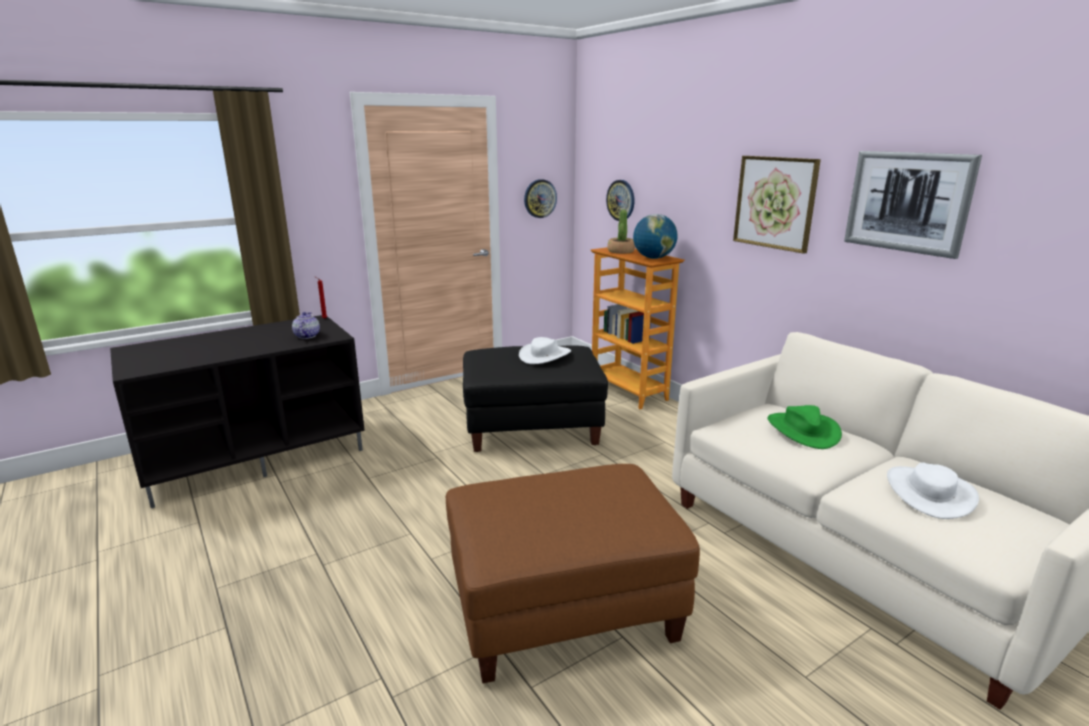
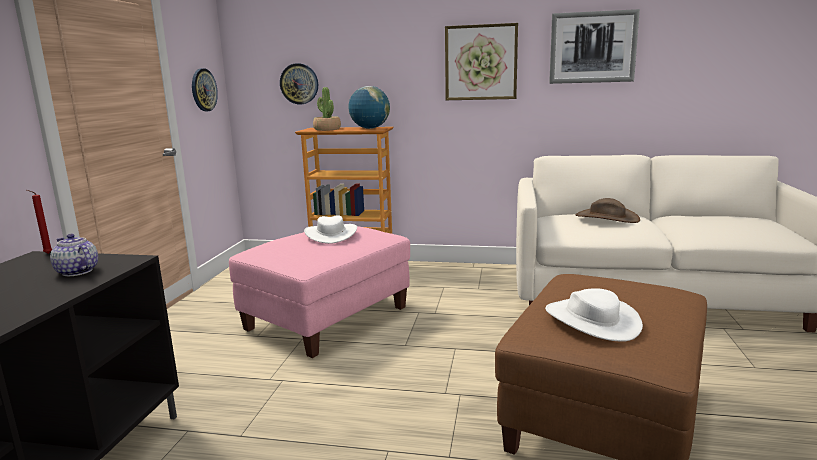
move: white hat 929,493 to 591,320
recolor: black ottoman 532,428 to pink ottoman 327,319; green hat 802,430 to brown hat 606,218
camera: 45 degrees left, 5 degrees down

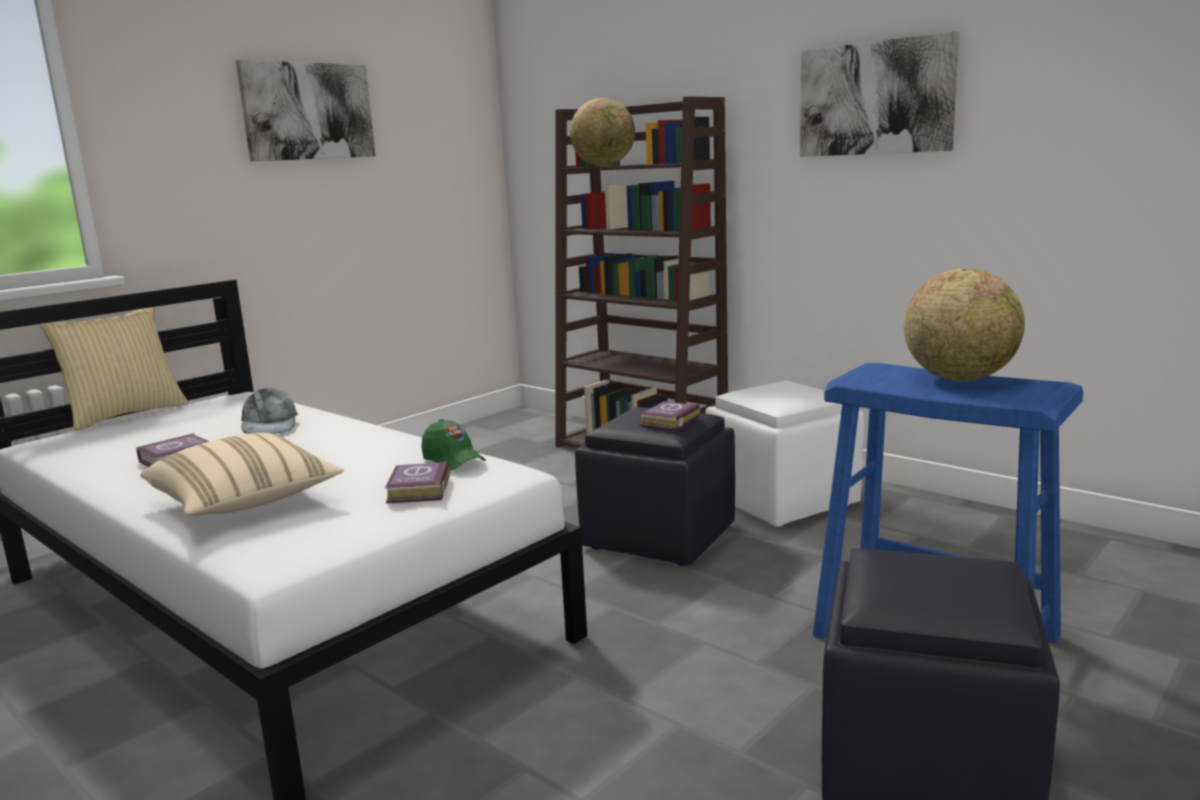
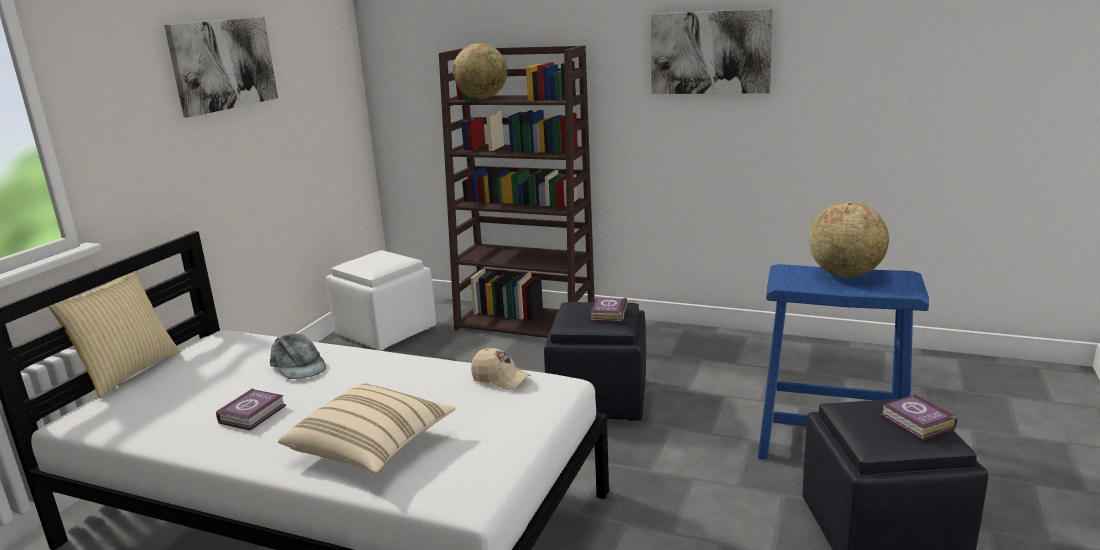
move: white ottoman 782,500 to 386,331; book 417,490 to 917,423
recolor: green cap 453,460 to beige cap 500,379
camera: 20 degrees left, 5 degrees up

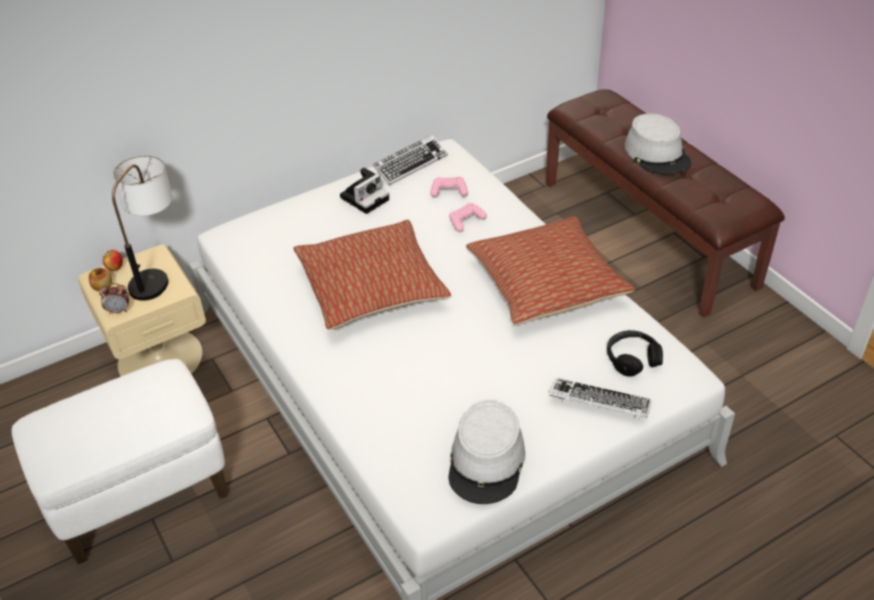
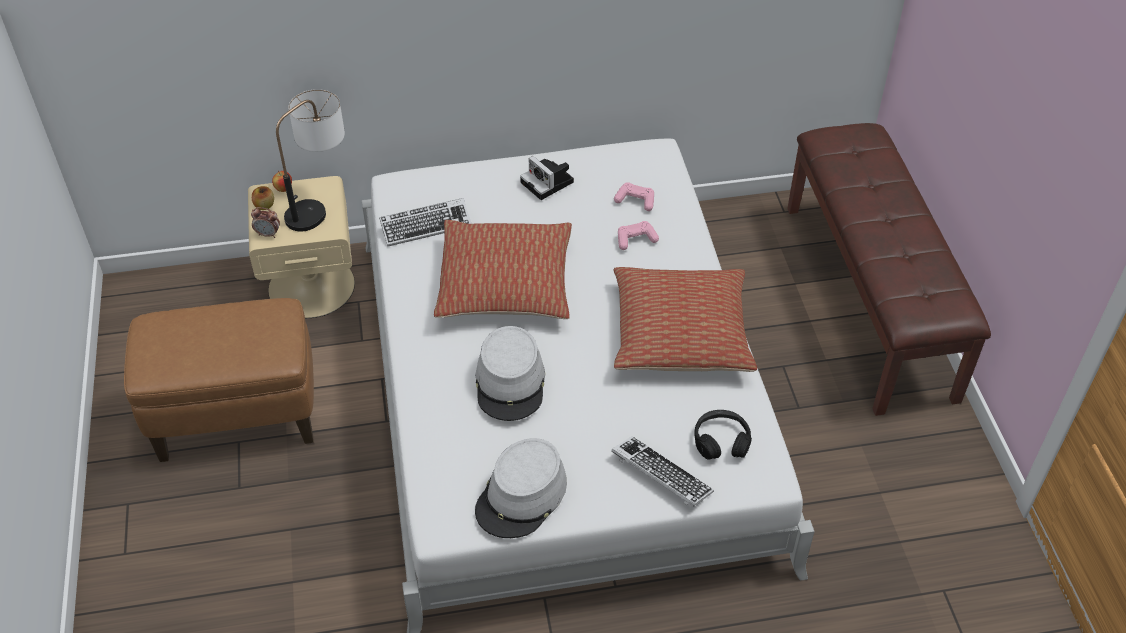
move: grey hat 657,154 to 510,382; keyboard 410,164 to 426,226
recolor: white ottoman 141,496 to brown ottoman 238,417
rotate: photo camera 365,197 = 549,183 75 degrees clockwise
camera: 20 degrees right, 5 degrees up

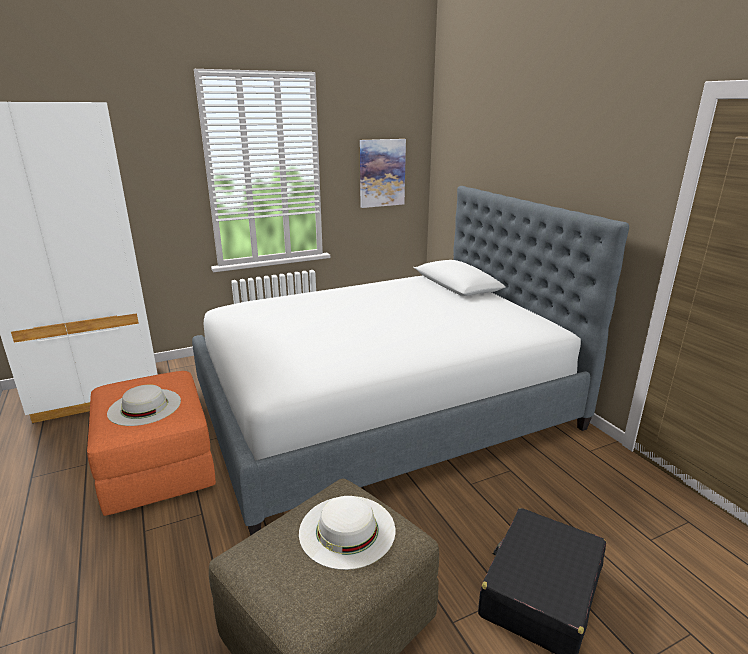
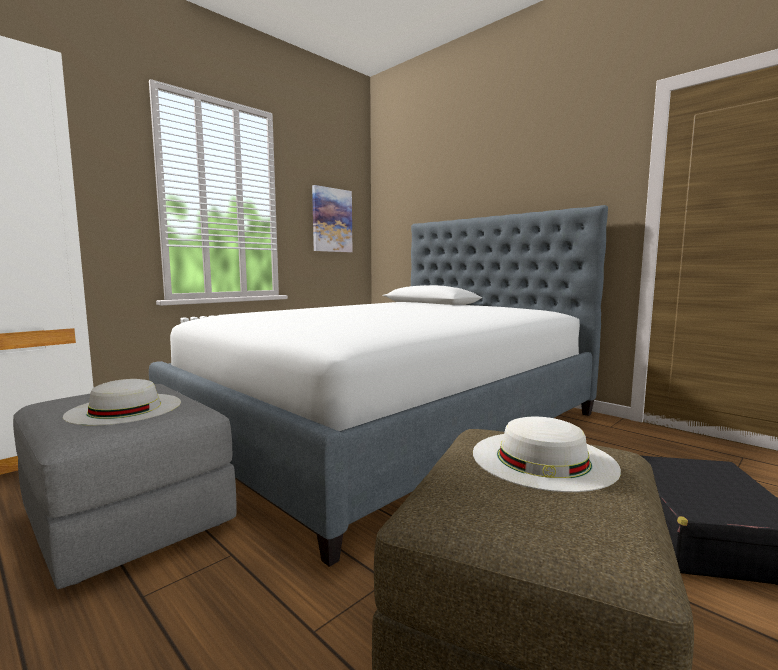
recolor: orange ottoman 158,467 to grey ottoman 129,519
camera: 20 degrees left, 15 degrees down

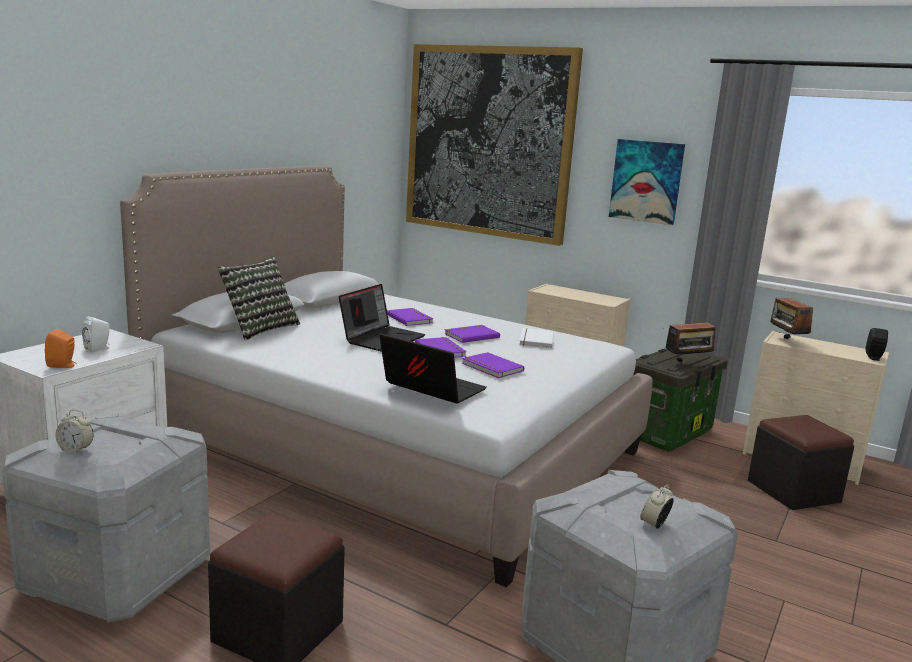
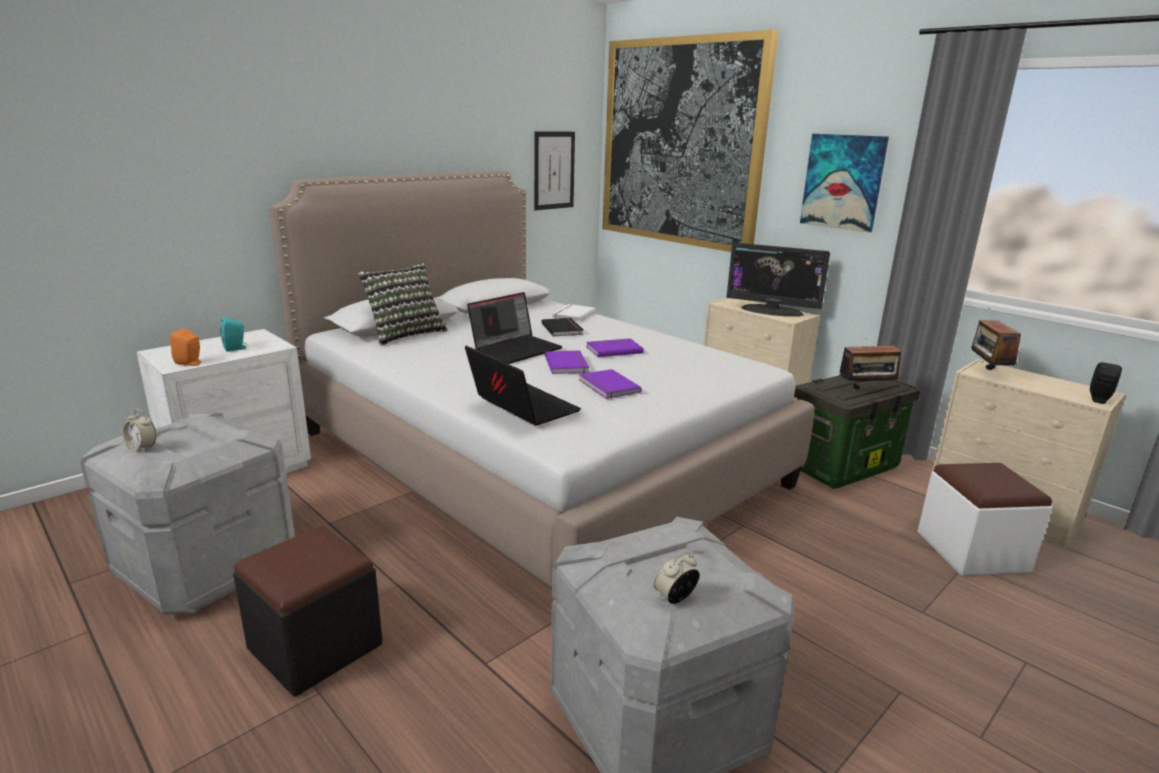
insert: picture 554,170; monitor 772,311
move: white book 534,340 to 572,314
recolor: purple book 410,318 to black book 563,329; white speaker 99,349 to turquoise speaker 236,348; black ottoman 793,491 to white ottoman 972,551
camera: 15 degrees right, 5 degrees up

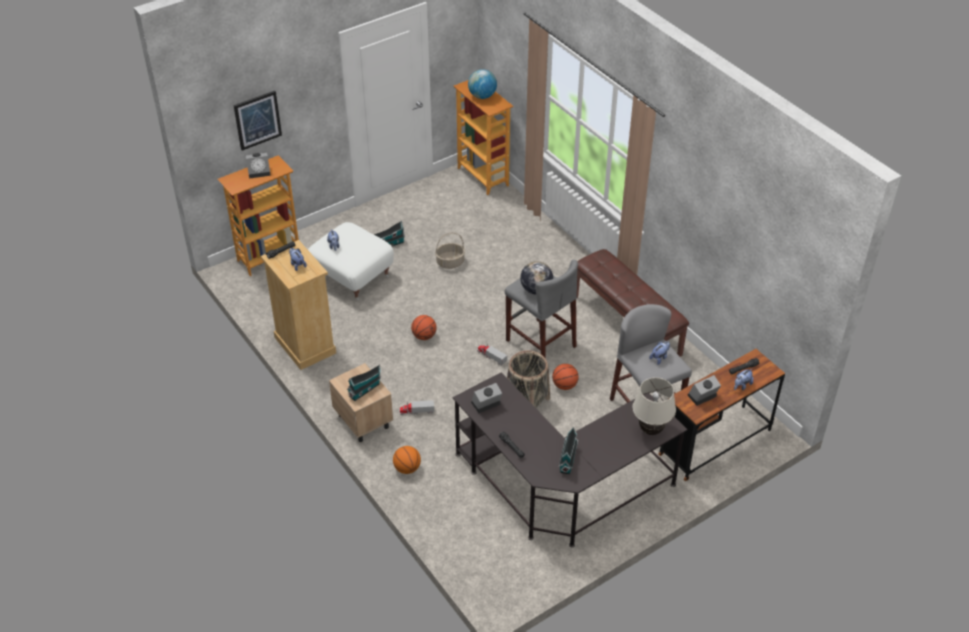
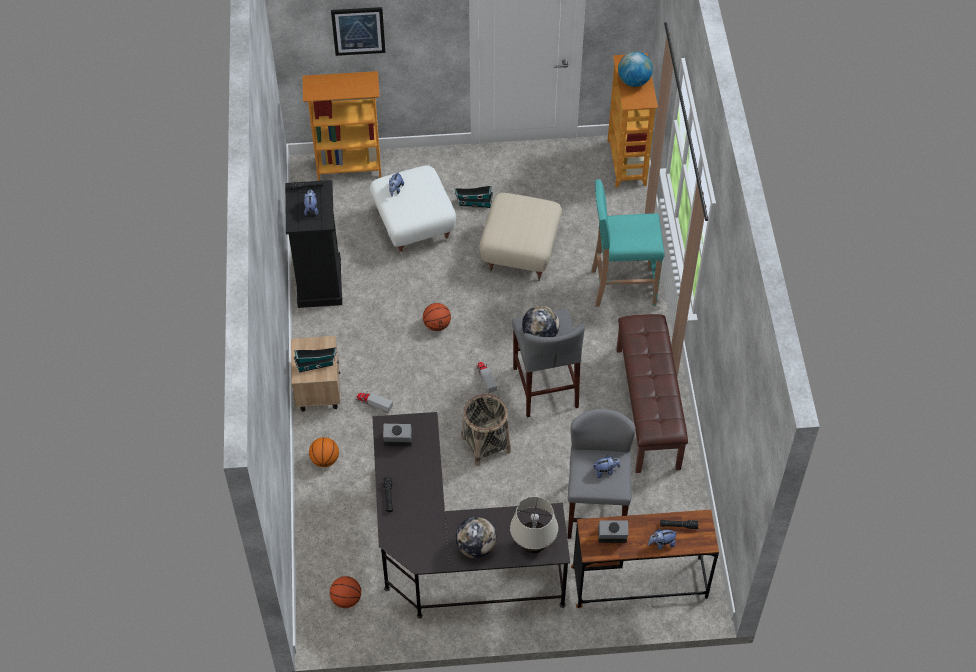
delete: alarm clock 260,171; toy house 568,458
insert: turquoise stool 621,287; globe 476,547
move: basketball 564,385 to 346,599
replace: basket 450,262 to beige ottoman 521,252
recolor: beige dresser 304,345 to black dresser 319,282
camera: 30 degrees right, 10 degrees up

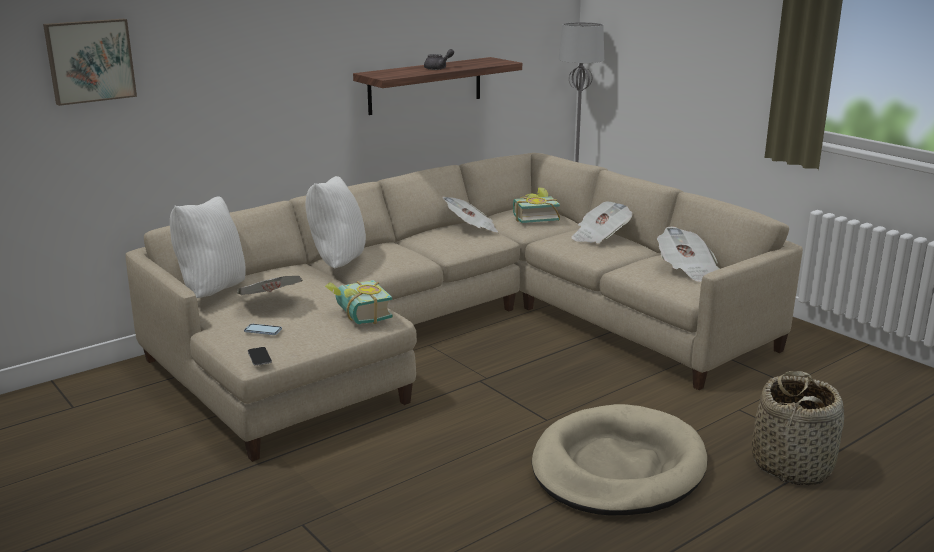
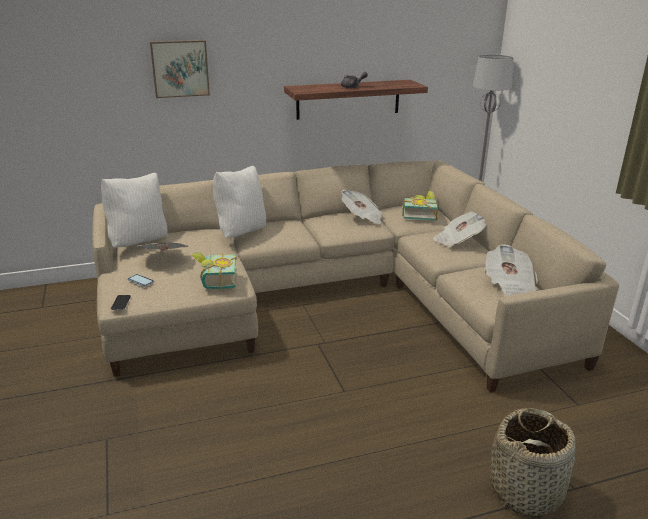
delete: beige dog bed 617,467
move: picture 90,61 to 180,68
camera: 20 degrees right, 5 degrees up

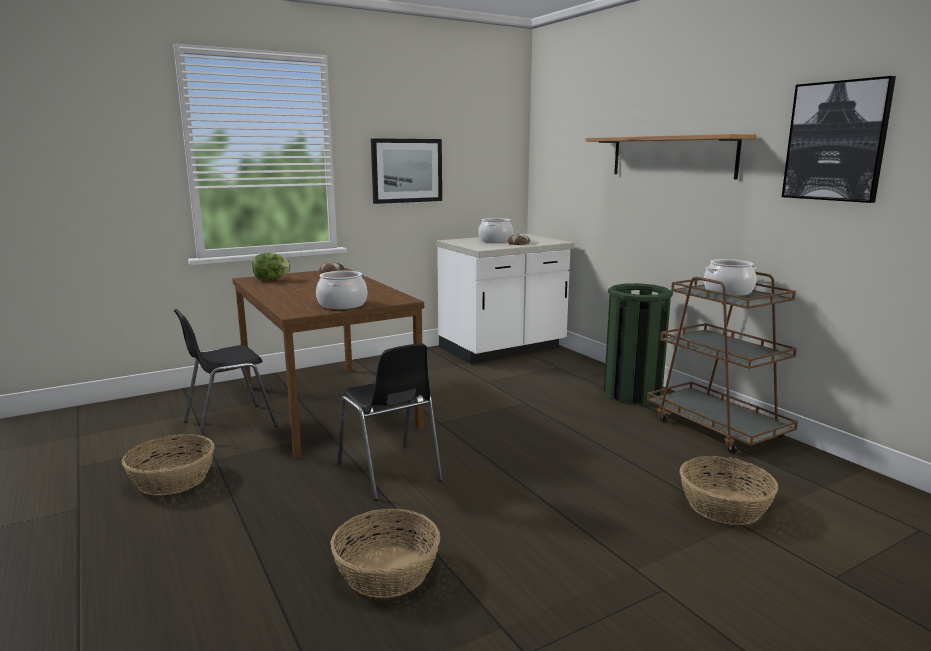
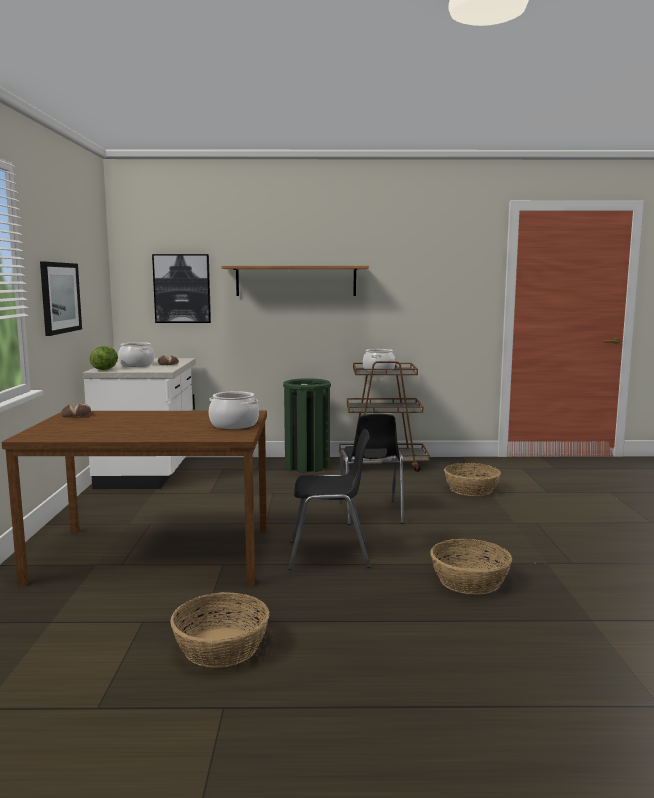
move: picture 836,141 to 182,288; lettuce 271,280 to 105,369; black chair 228,423 to 370,513
camera: 60 degrees left, 5 degrees down

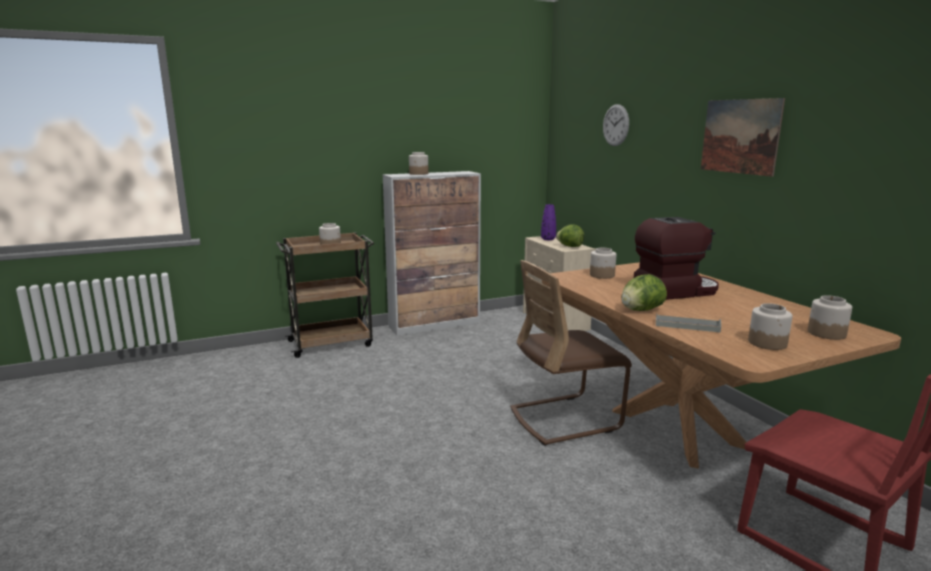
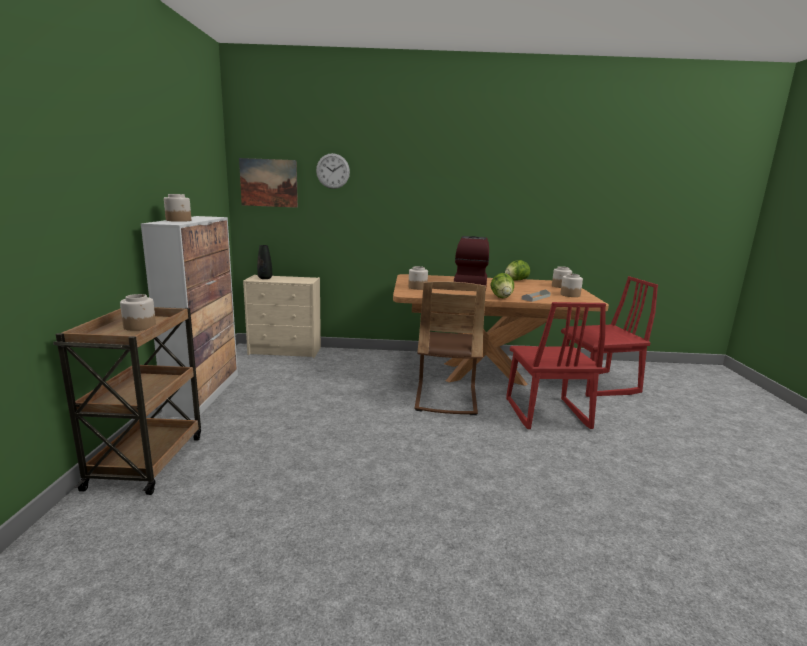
insert: red chair 545,414
move: picture 740,136 to 268,183; lettuce 570,246 to 515,280
recolor: purple vase 548,239 to black vase 265,278
camera: 65 degrees left, 0 degrees up

